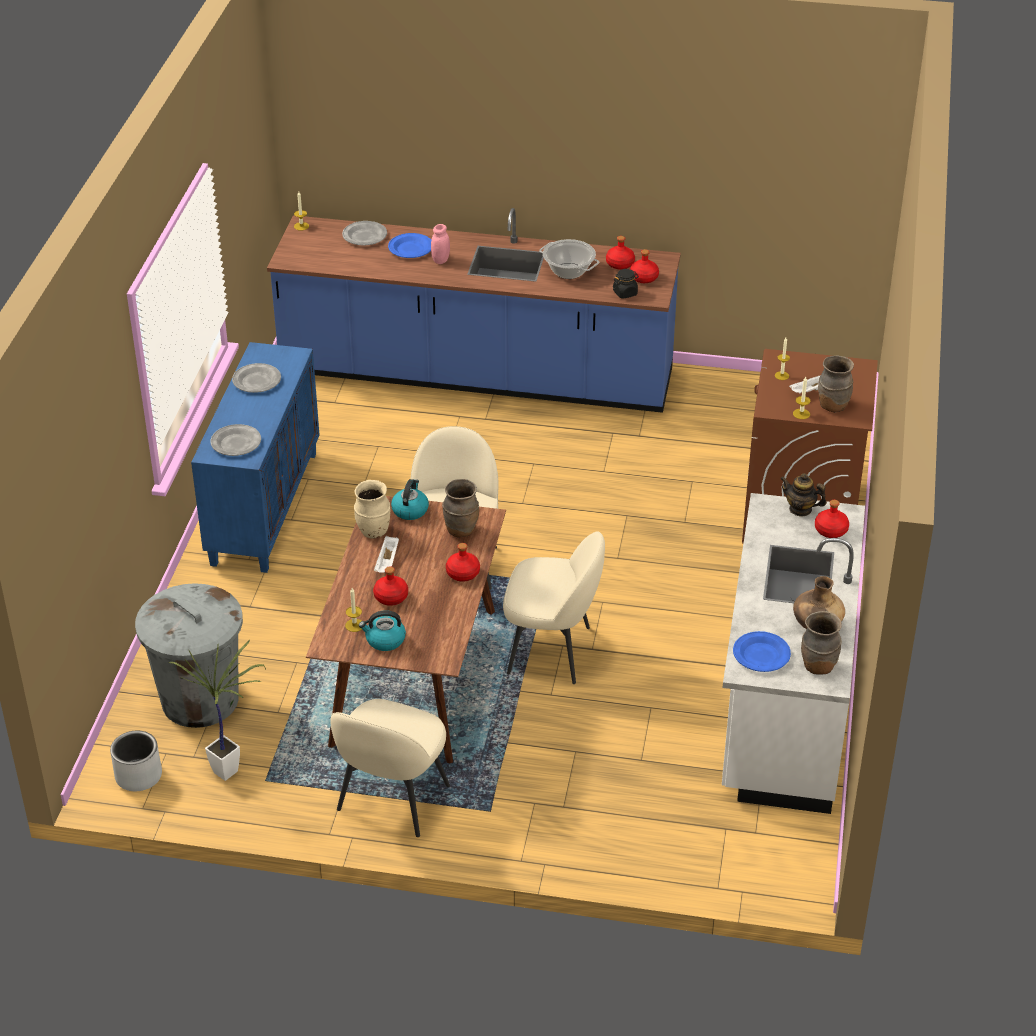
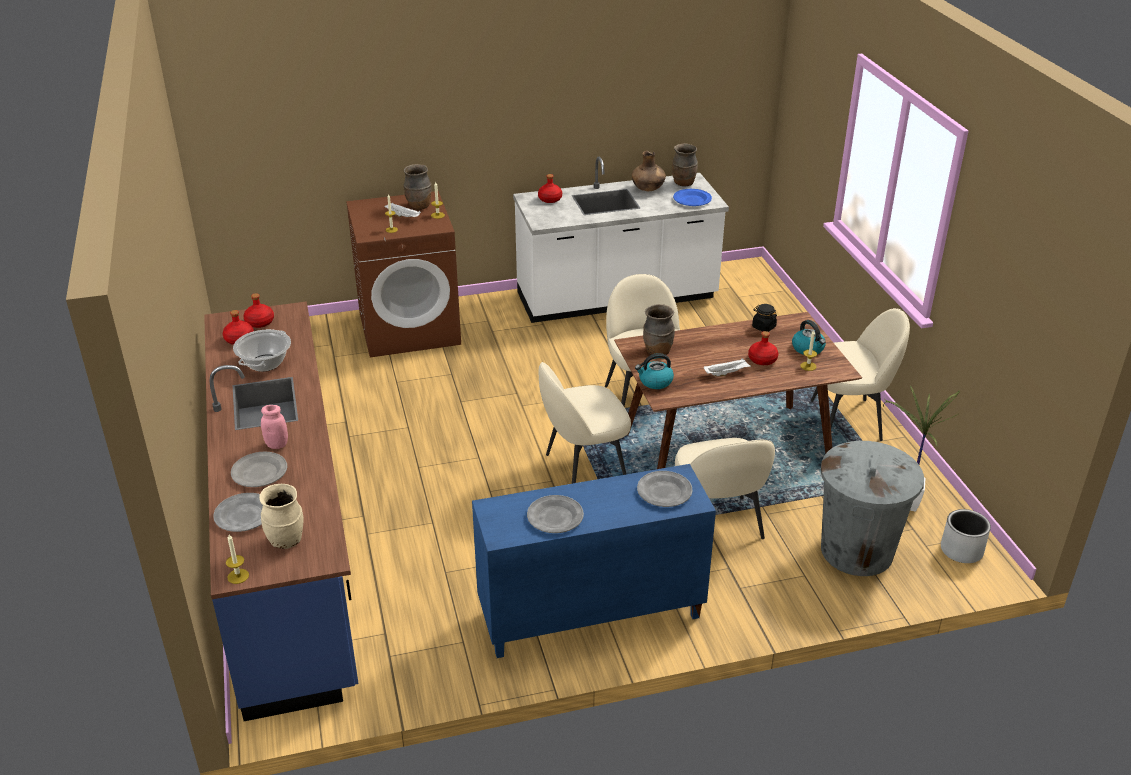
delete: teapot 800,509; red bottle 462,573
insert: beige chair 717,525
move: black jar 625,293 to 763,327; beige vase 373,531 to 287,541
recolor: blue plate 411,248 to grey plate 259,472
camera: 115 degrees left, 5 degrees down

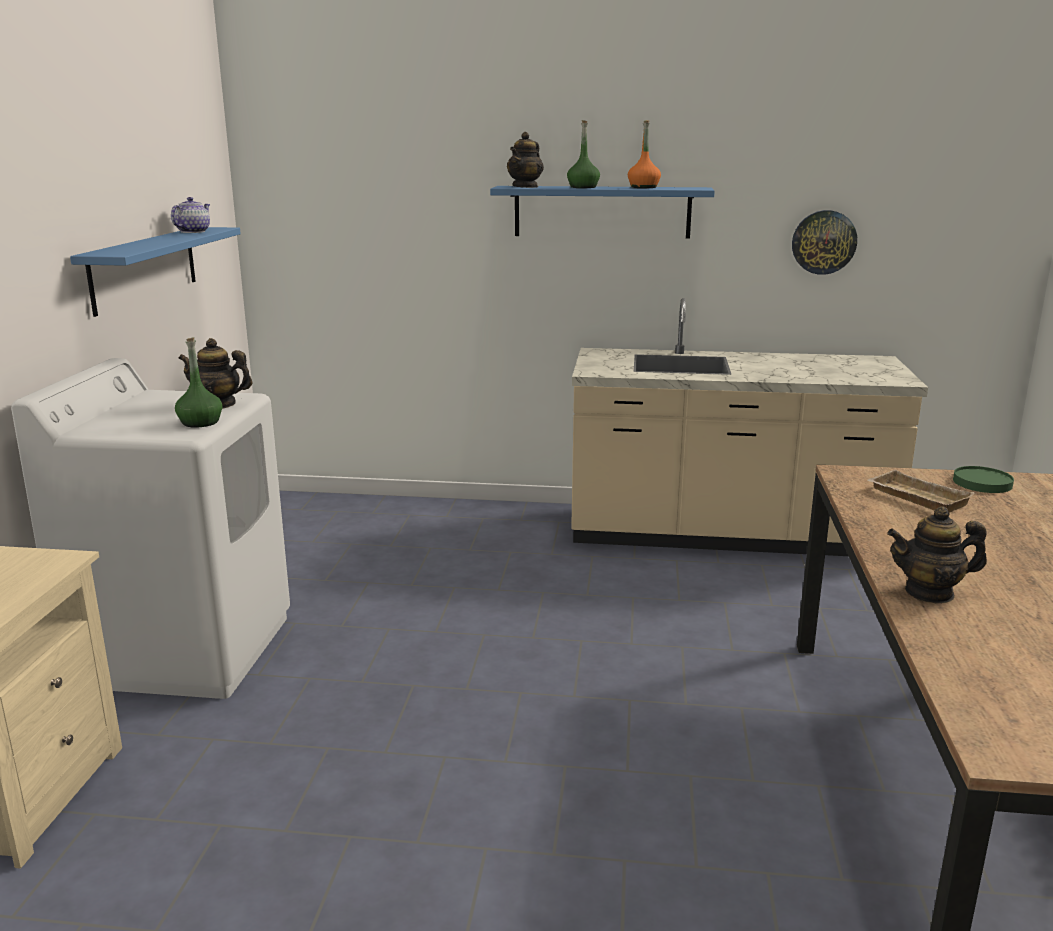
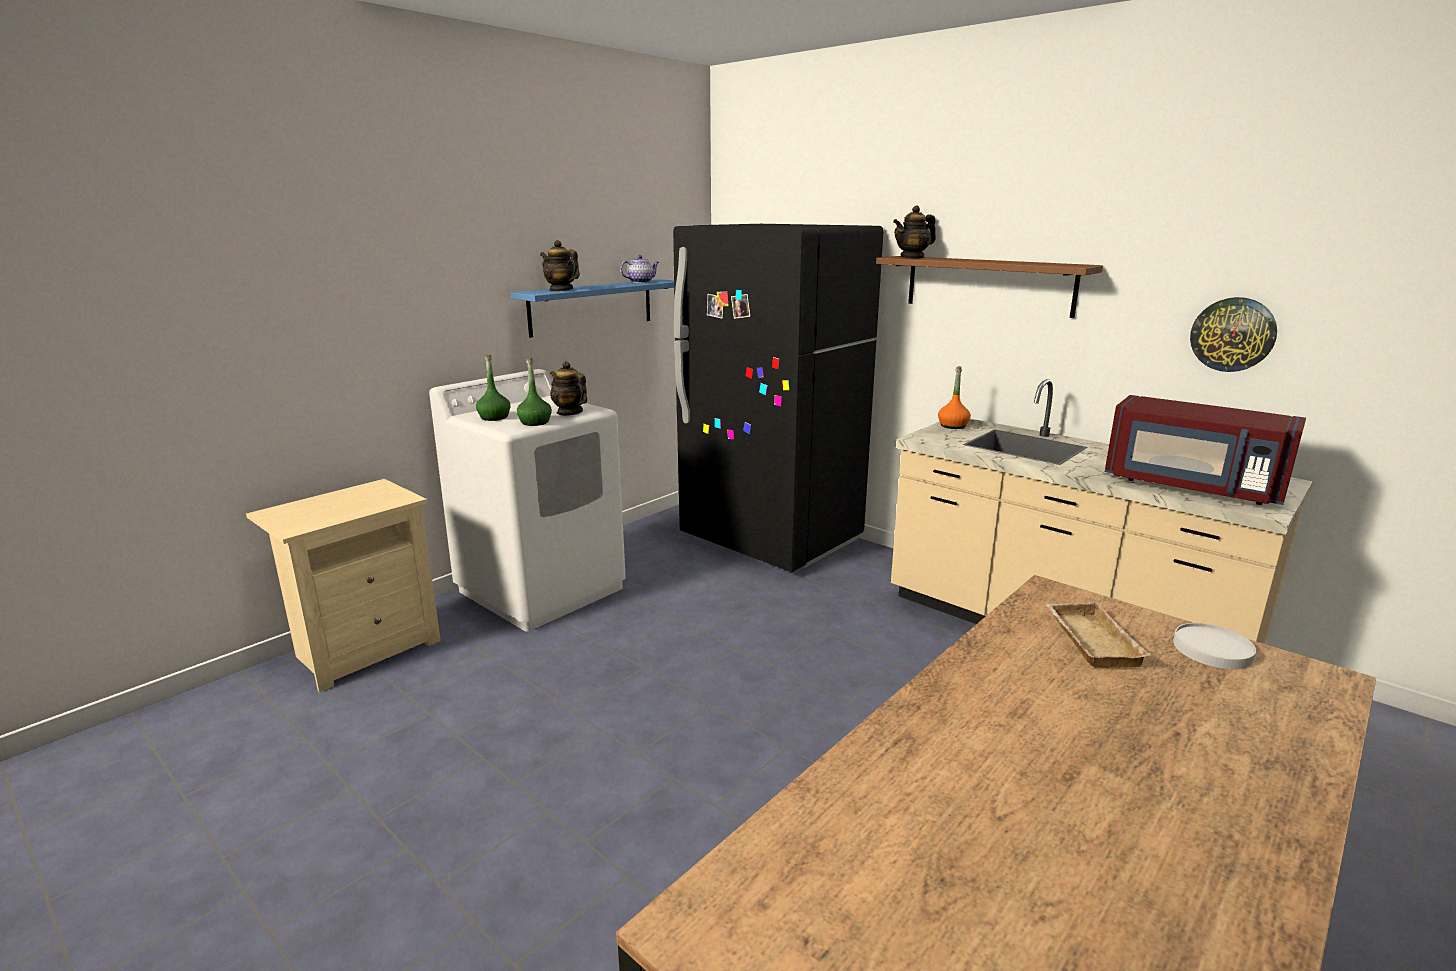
insert: black fridge 771,539; red microwave 1191,487
move: green bottle 583,187 to 494,417; orange bottle 643,187 to 953,426; teapot 929,592 to 561,290
recolor: blue shelf 602,212 to brown shelf 988,285; green plate 982,483 to white plate 1212,650
camera: 35 degrees right, 0 degrees up

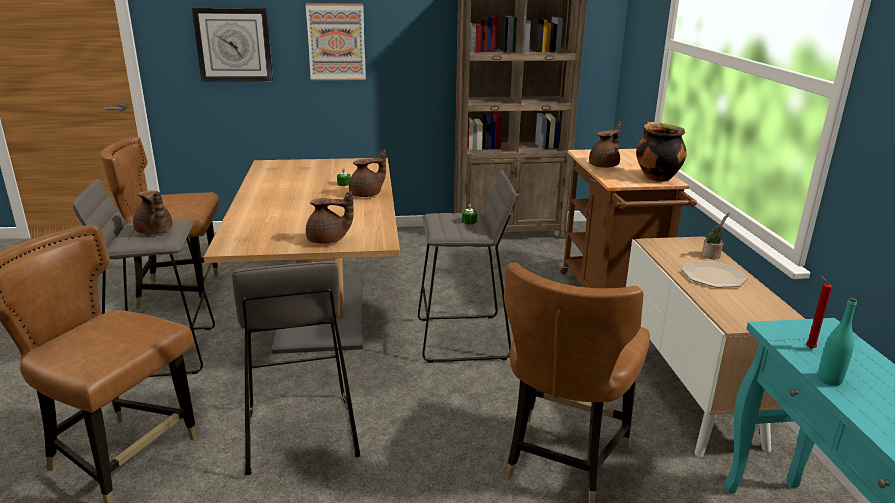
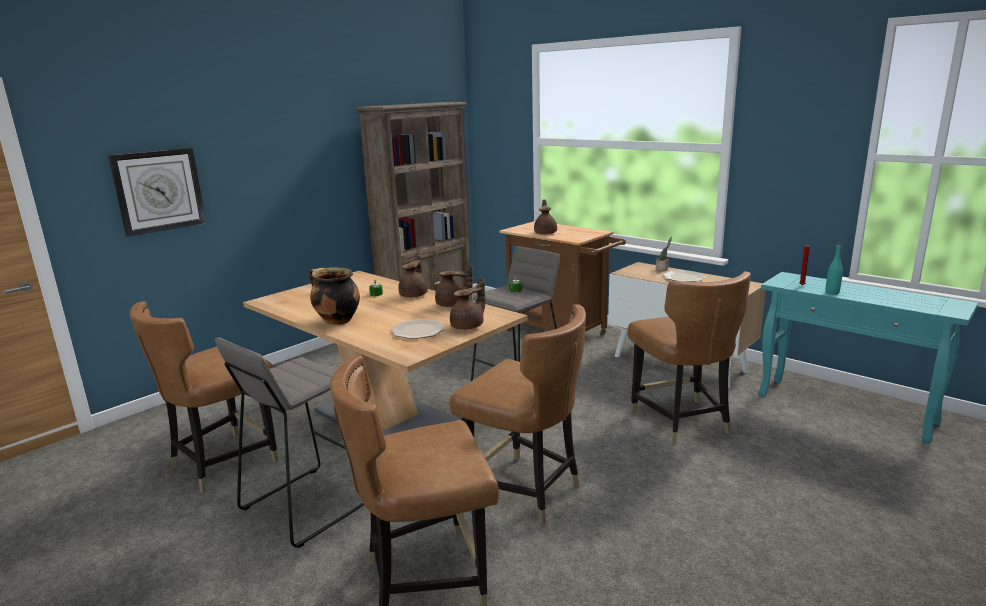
delete: picture 336,42
insert: plate 418,330
move: cooking pot 656,177 to 336,321; brown teapot 154,232 to 452,305
replace: grey stool 300,435 to brown chair 525,491
camera: 40 degrees left, 5 degrees down

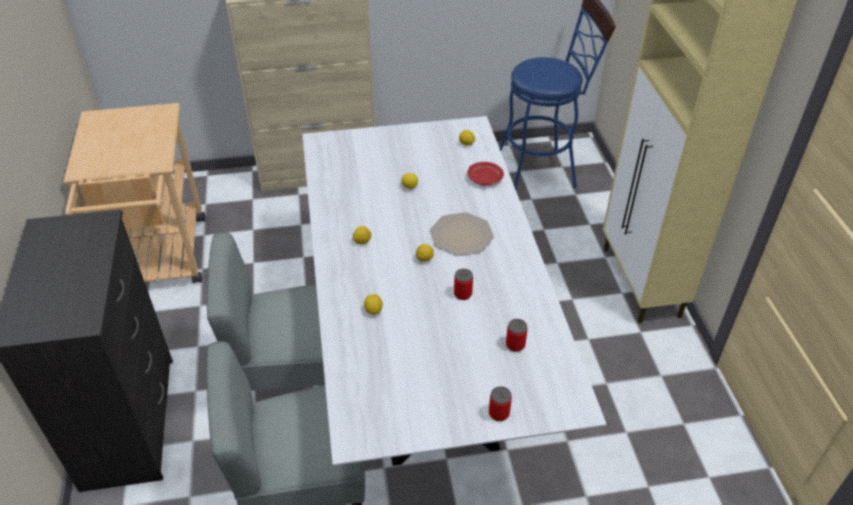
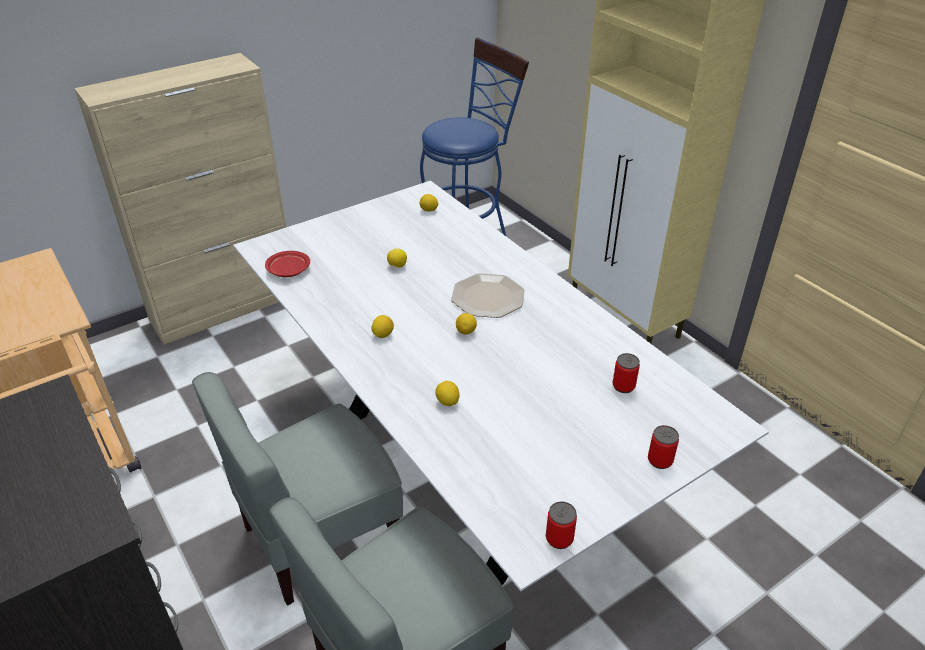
move: red plate 484,178 to 288,270; can 463,294 to 559,538
camera: 25 degrees left, 5 degrees down

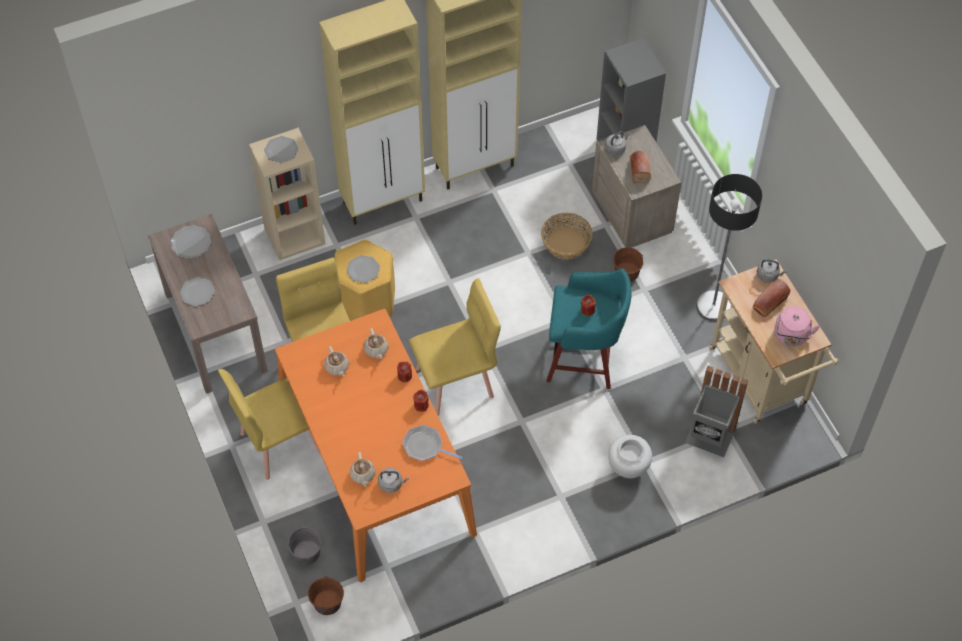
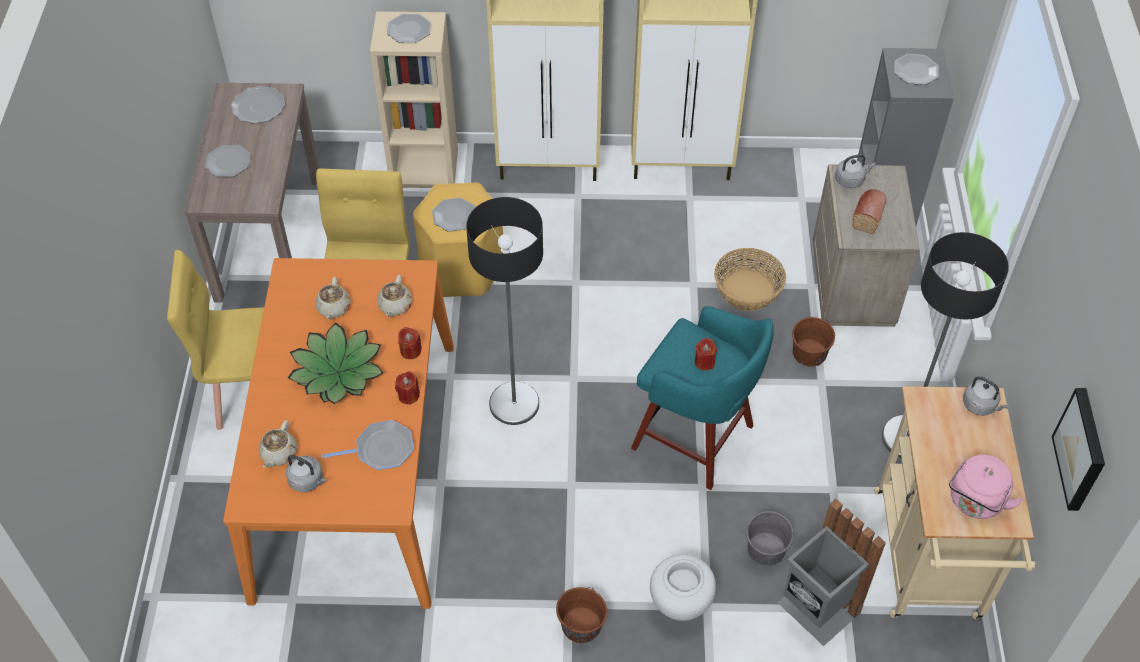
delete: bread 769,303
insert: plate 915,70; potted plant 337,372; picture 1082,449
move: grey bucket 307,552 to 766,549; brown bucket 327,603 to 581,625
replace: yellow chair 455,382 to floor lamp 514,404
rotate: frying pan 425,446 = 381,450 120 degrees clockwise
camera: 25 degrees right, 5 degrees down

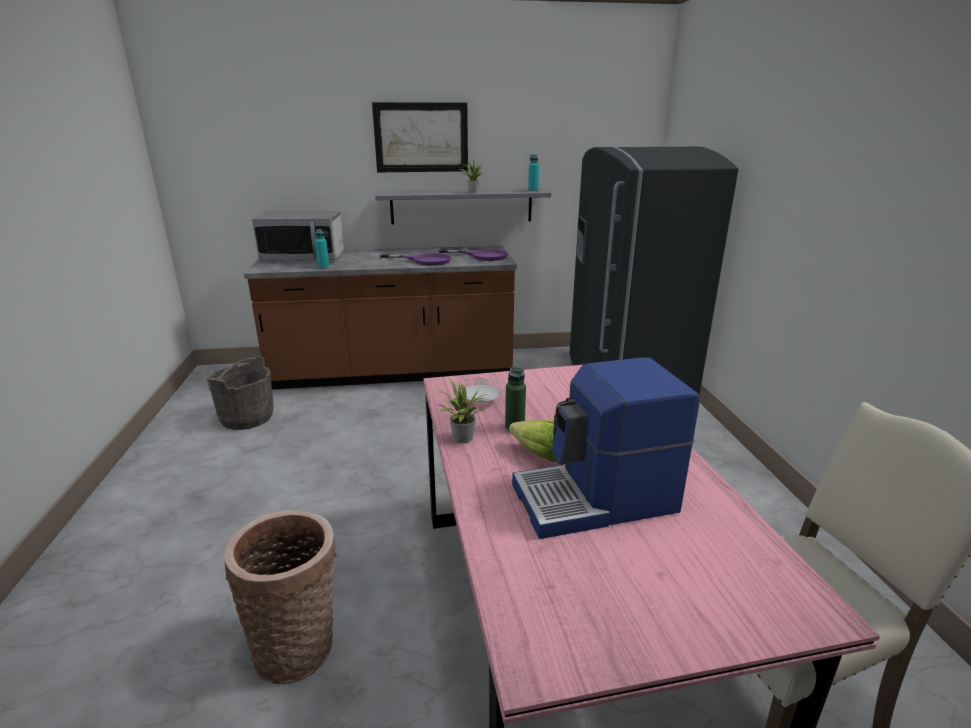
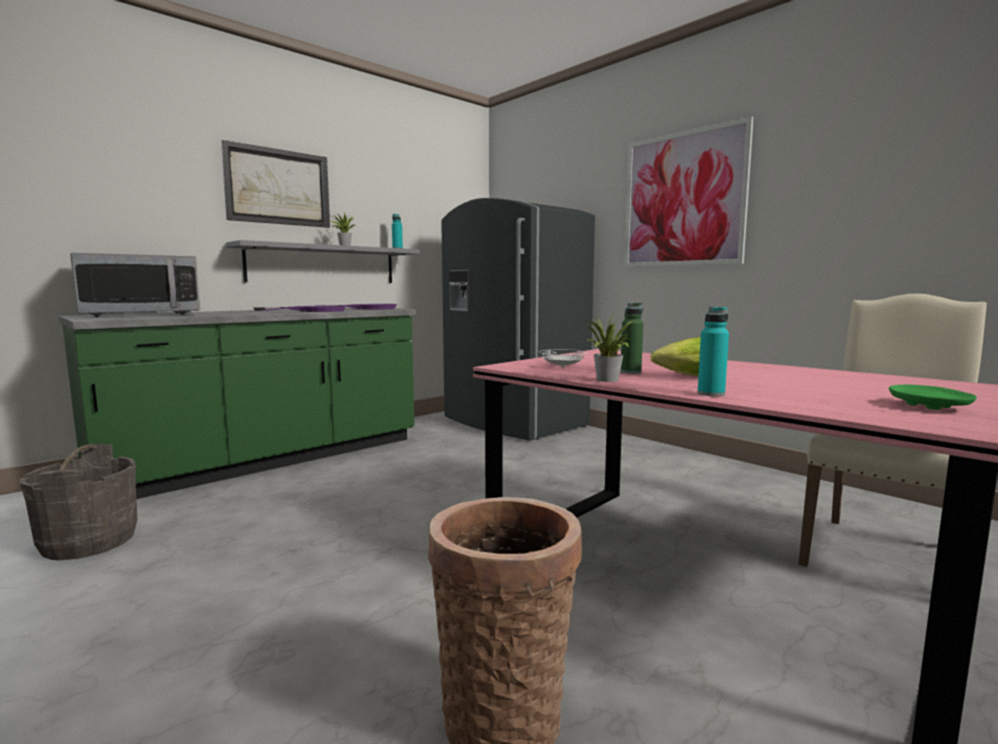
delete: coffee machine 596,500
insert: picture 683,200; green plate 930,406
move: turquoise bottle 323,267 to 711,394
recolor: brown counter 393,373 to green counter 268,460
camera: 35 degrees left, 15 degrees down

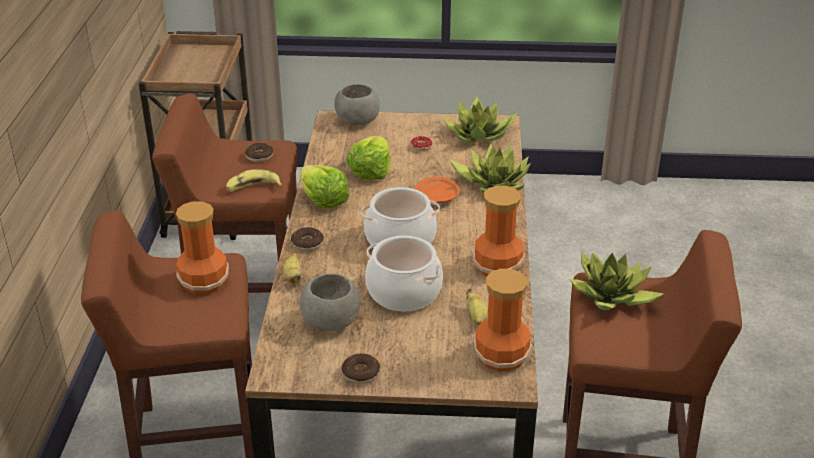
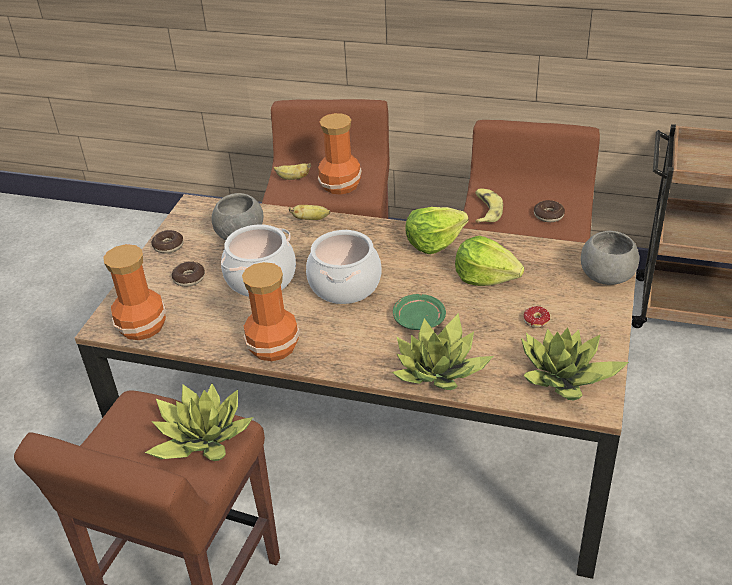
move: donut 307,244 to 189,278; banana 477,318 to 292,178
recolor: orange plate 436,197 to green plate 418,319
camera: 105 degrees right, 5 degrees up

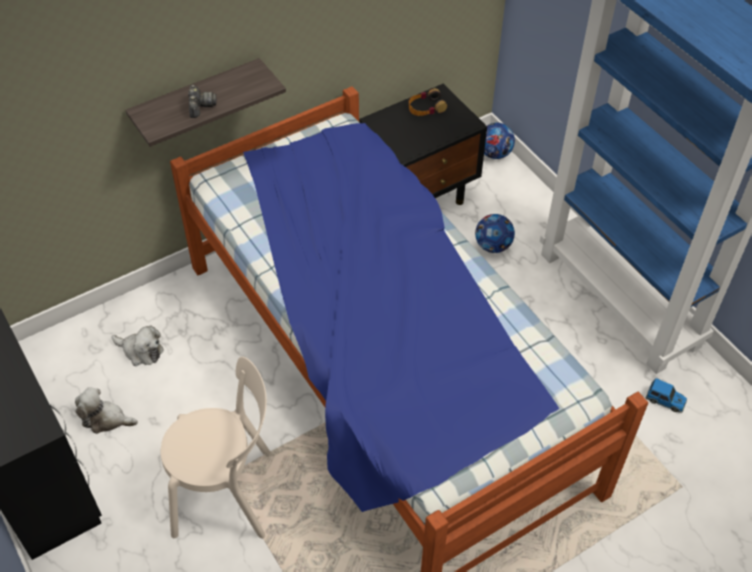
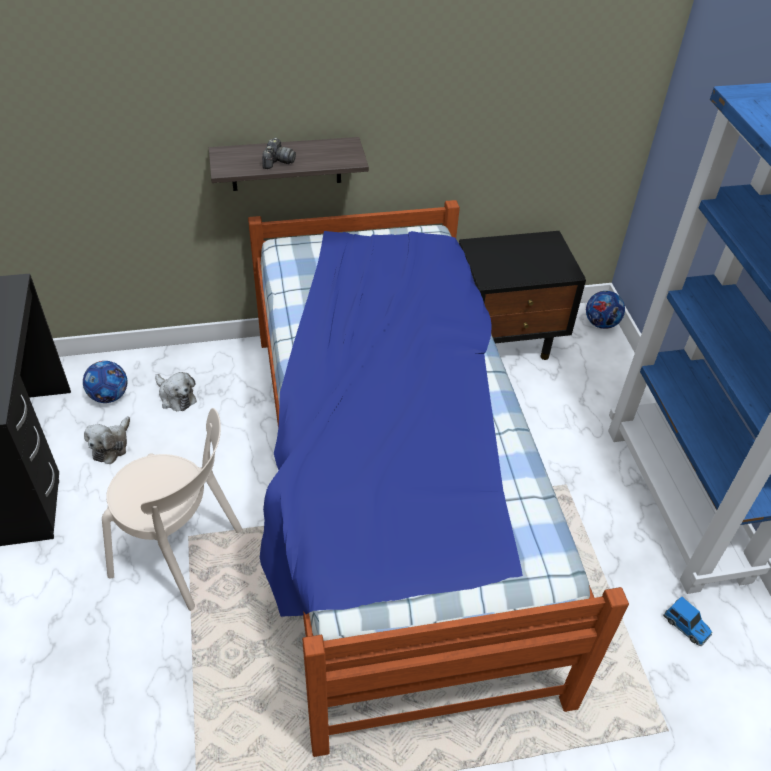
delete: headphones 426,107
move: football 493,246 to 109,396
rotate: plush toy 105,419 = 111,446 105 degrees counterclockwise
camera: 20 degrees right, 5 degrees down

